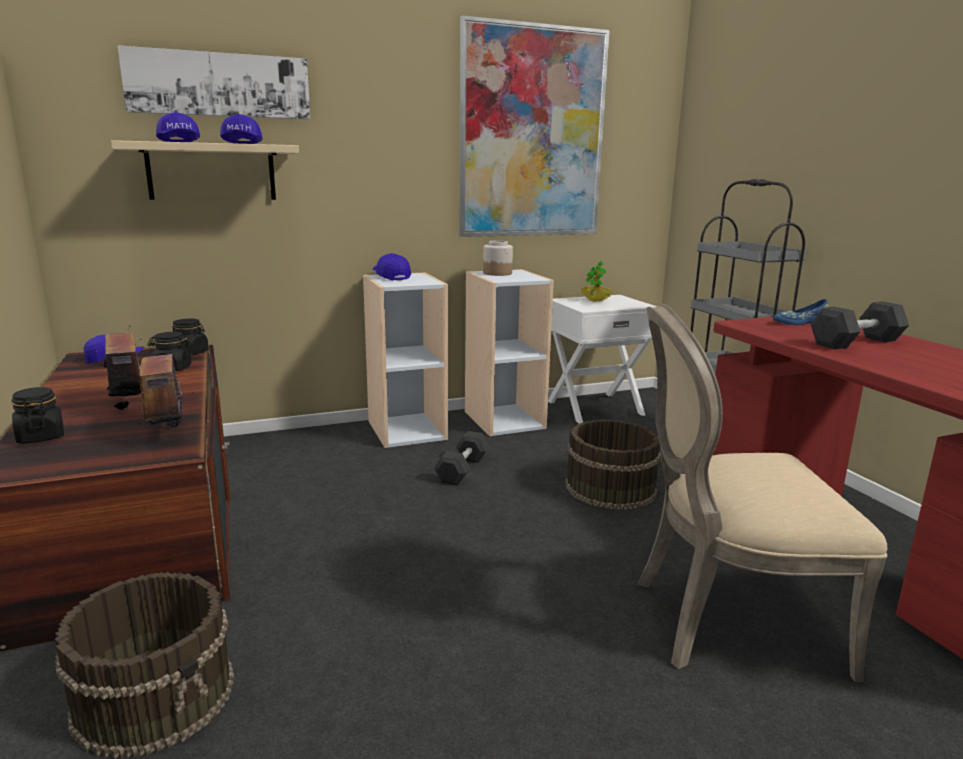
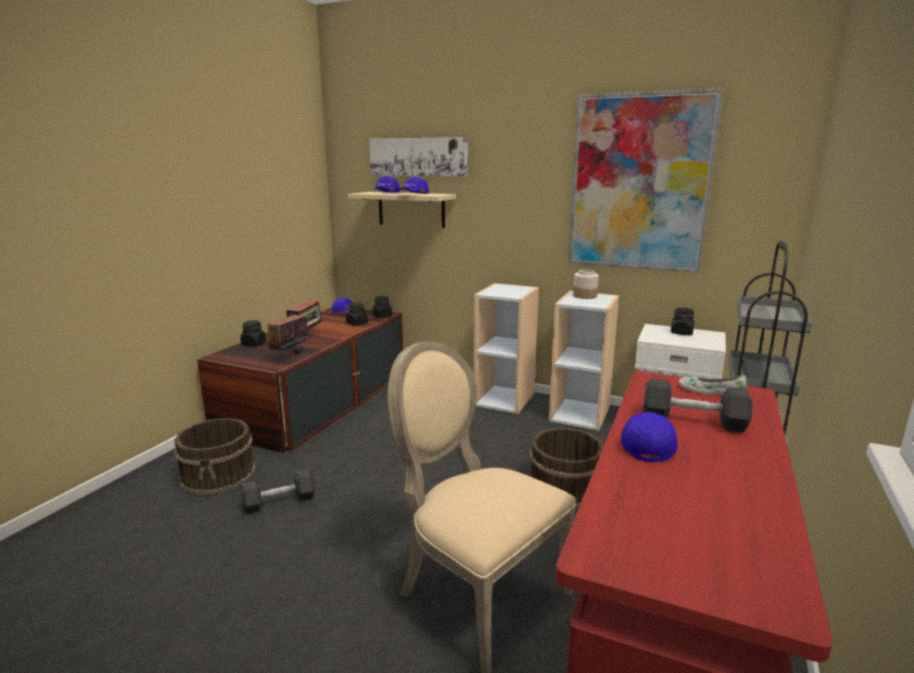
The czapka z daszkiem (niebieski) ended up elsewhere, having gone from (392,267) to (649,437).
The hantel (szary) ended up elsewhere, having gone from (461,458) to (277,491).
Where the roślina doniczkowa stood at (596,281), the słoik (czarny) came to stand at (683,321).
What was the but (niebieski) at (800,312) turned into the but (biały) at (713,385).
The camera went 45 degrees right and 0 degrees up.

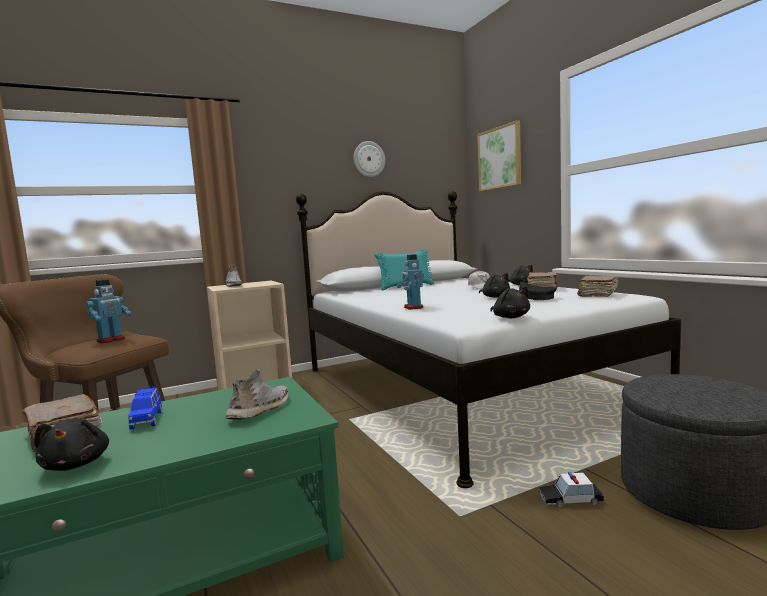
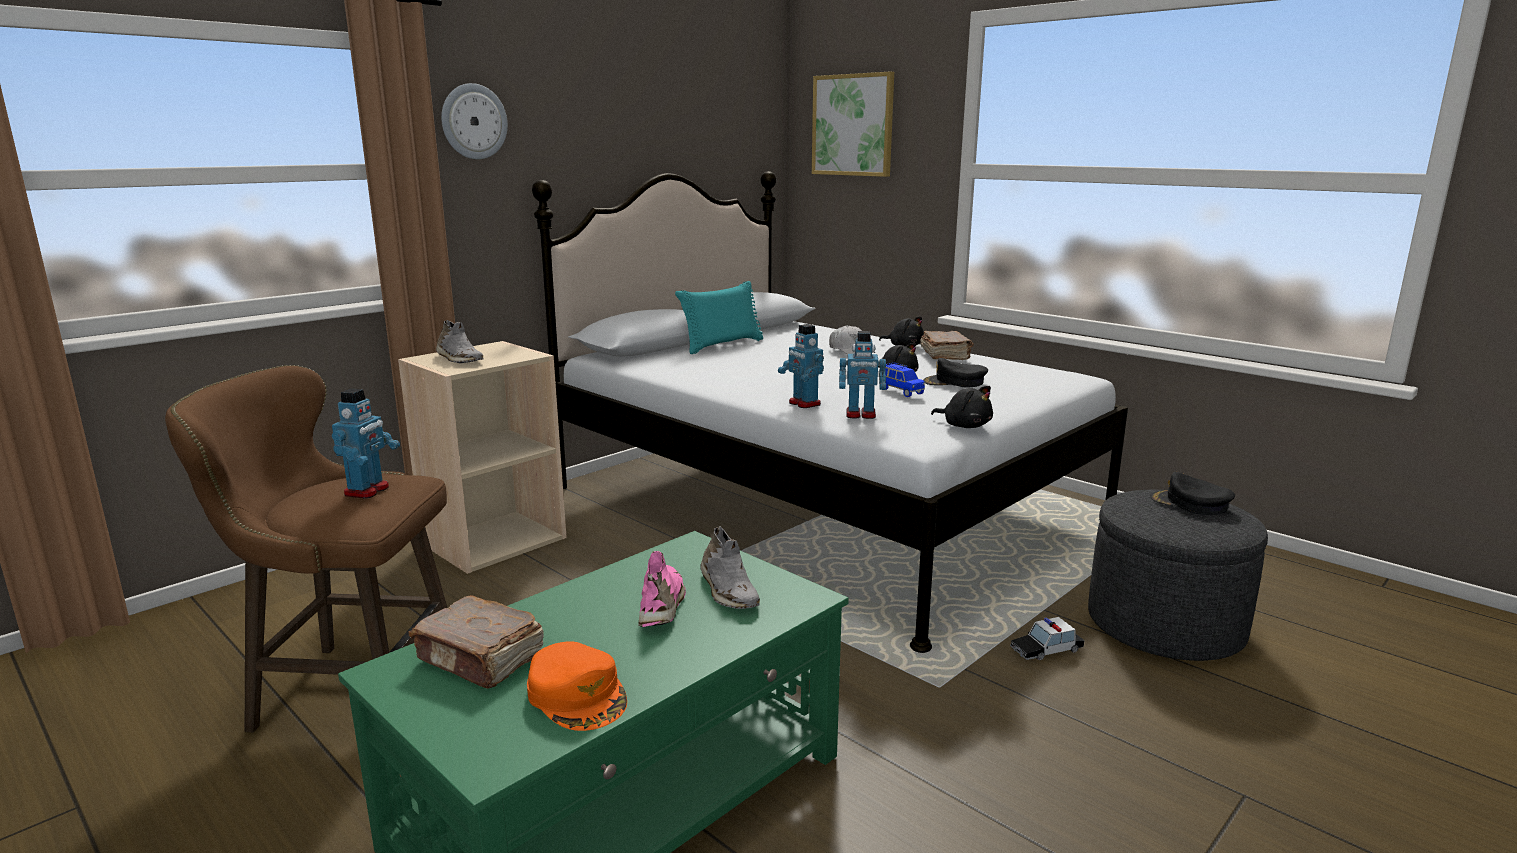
Where the pluszak (czarny) stood at (71,444), the czapka z daszkiem (pomarańczowy) came to stand at (577,686).
The samochodzik (niebieski) ended up elsewhere, having gone from (145,408) to (905,380).
The but (szary) at (257,395) ended up facing another way, 150 degrees clockwise from before.
The zegar ścienny ended up elsewhere, having gone from (369,159) to (474,121).
The second view lost the książka (brązowy) at (598,286).
The second view gained the but (różowy) at (662,589).
The second view gained the robot zabawkowy at (862,375).
The second view gained the czapka z daszkiem (czarny) at (1192,493).
The camera went 20 degrees left and 10 degrees up.

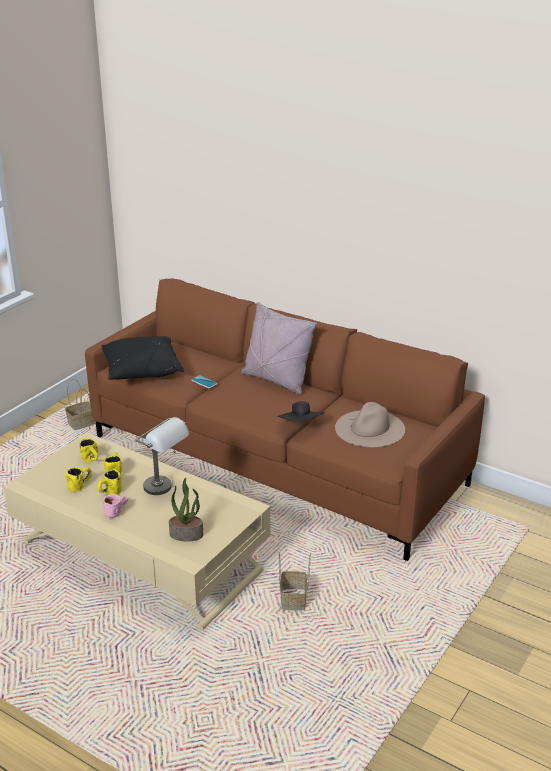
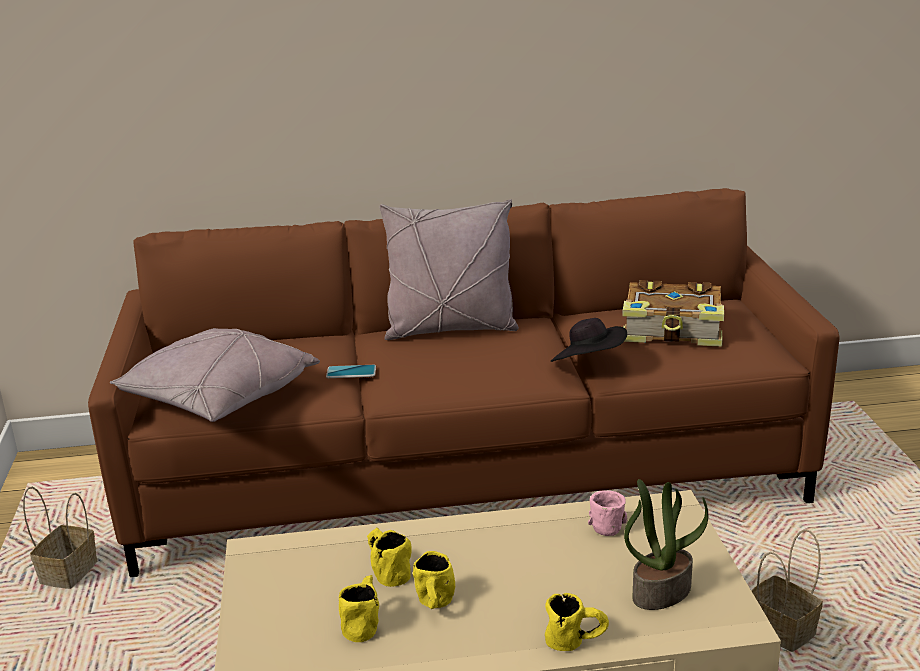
The kubek (żółty) ended up elsewhere, having gone from (88,450) to (577,622).
What was the poduszka (czarny) at (142,358) turned into the poduszka (fioletowy) at (215,375).
The kubek (różowy) ended up elsewhere, having gone from (115,506) to (607,513).
The second view lost the lampa stołowa (szary) at (162,456).
Where the kapelusz (beżowy) stood at (370,424), the książka came to stand at (673,313).
The camera went 40 degrees left and 5 degrees down.

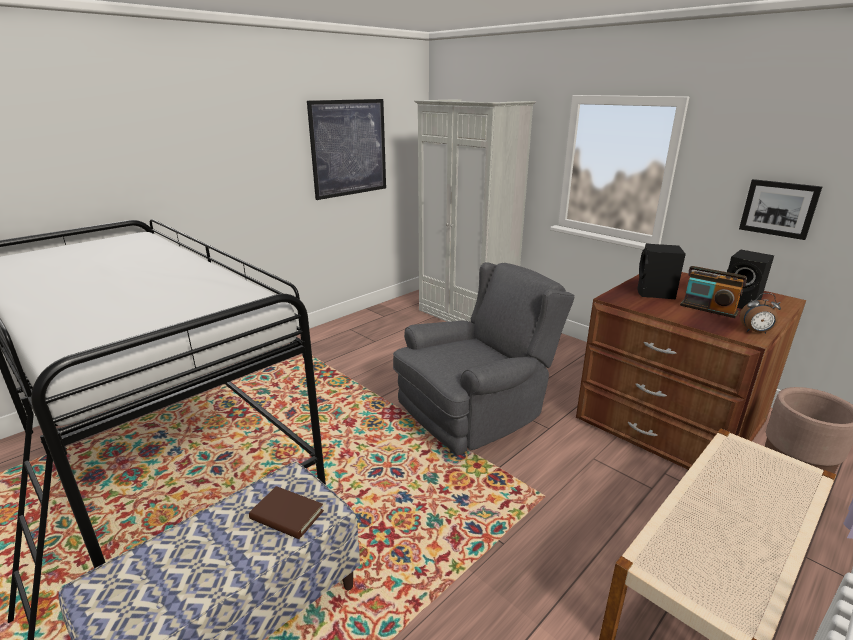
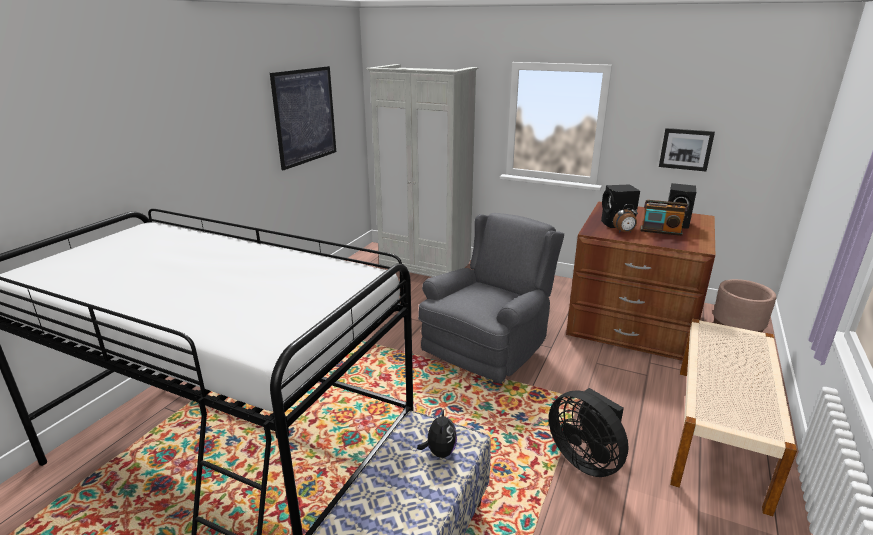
Where the książka (brązowy) stood at (286,512), the pluszak came to stand at (437,433).
The budzik ended up elsewhere, having gone from (760,313) to (625,218).
The second view gained the wentylator (czarny) at (589,432).
The camera went 20 degrees left and 0 degrees up.

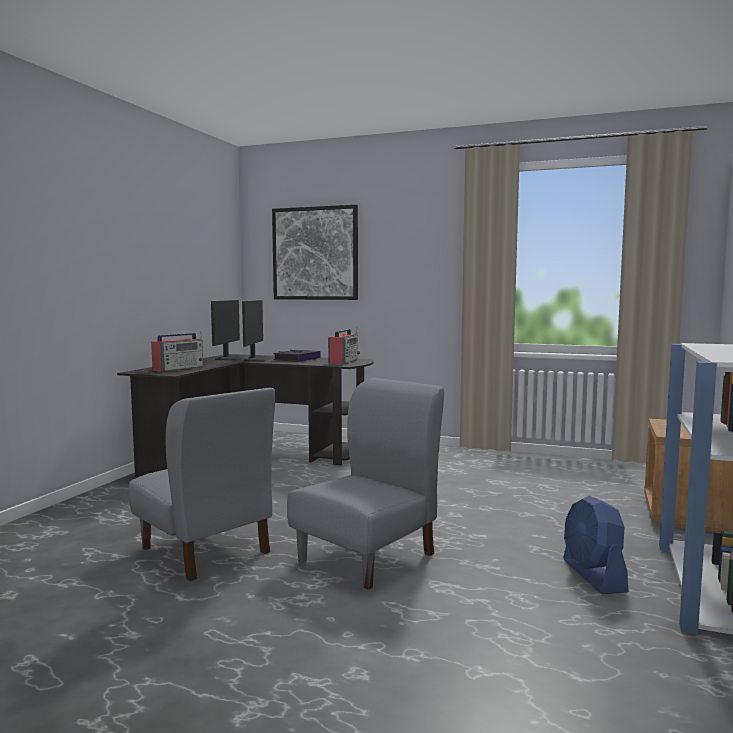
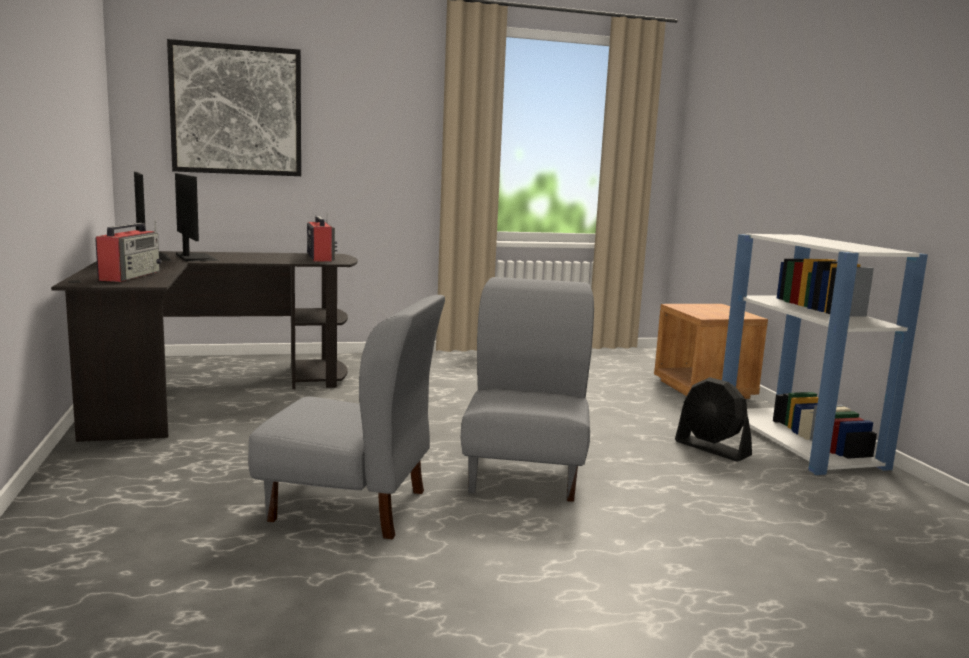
The second view lost the książka at (297,356).
What was the wentylator (niebieski) at (595,545) turned into the wentylator (czarny) at (713,419).
The camera went 35 degrees left and 5 degrees up.

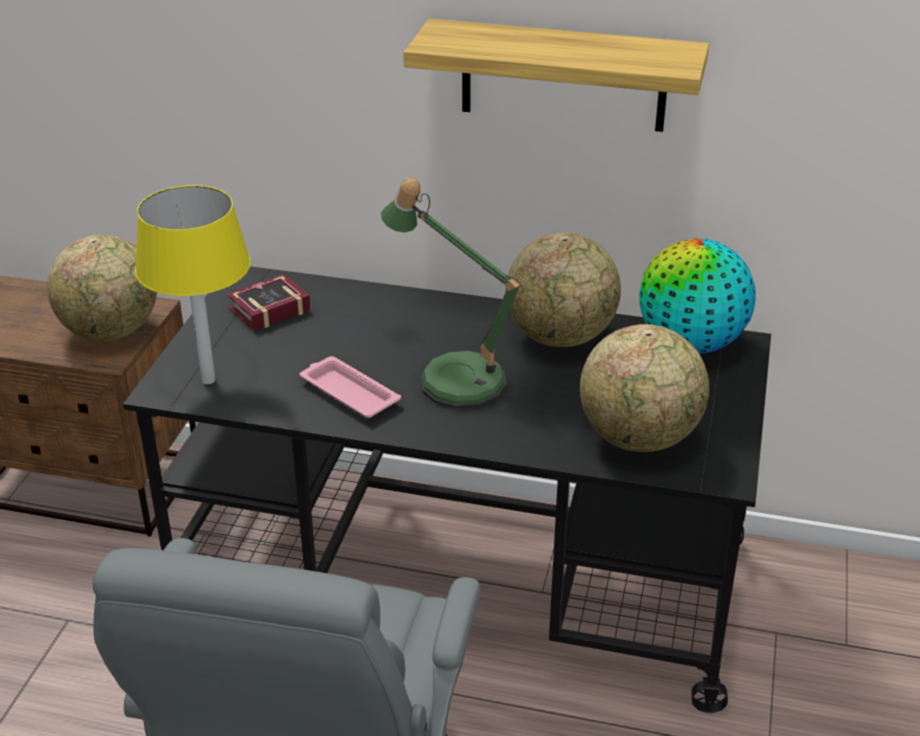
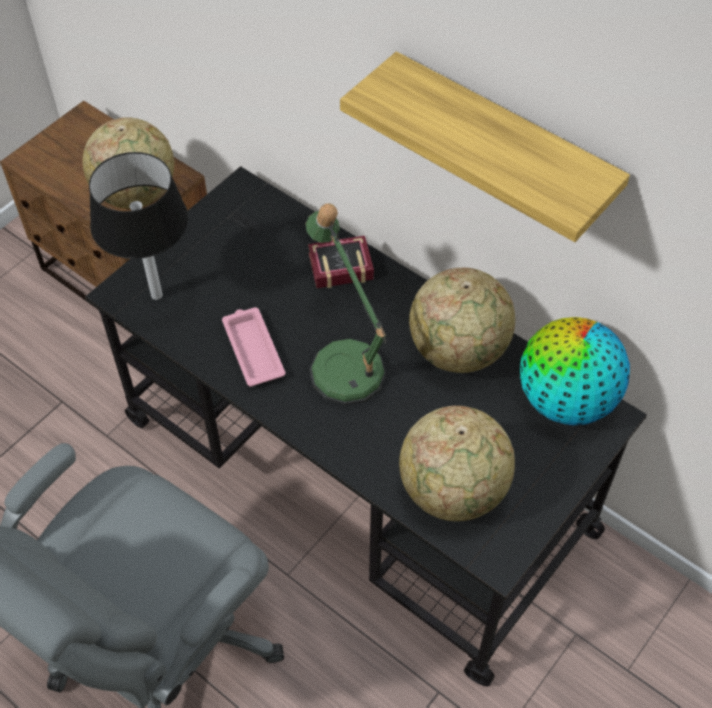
What was the lampa stołowa (żółty) at (193,284) turned into the lampa stołowa (czarny) at (139,226).
The książka ended up elsewhere, having gone from (269,302) to (341,262).
The camera went 25 degrees right and 20 degrees up.

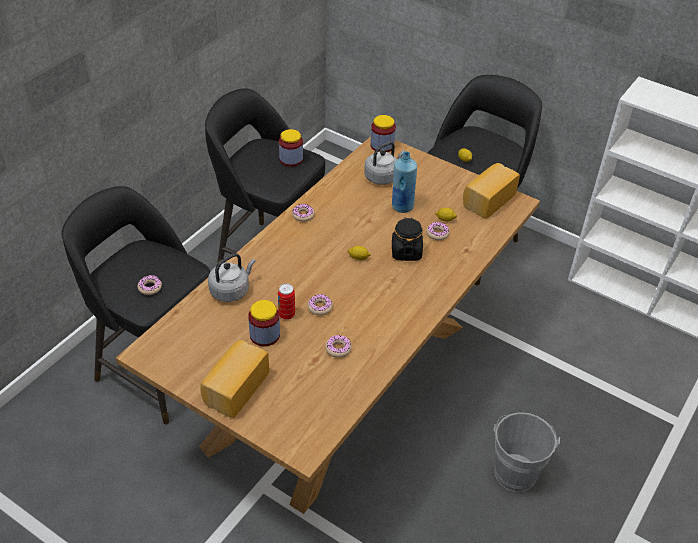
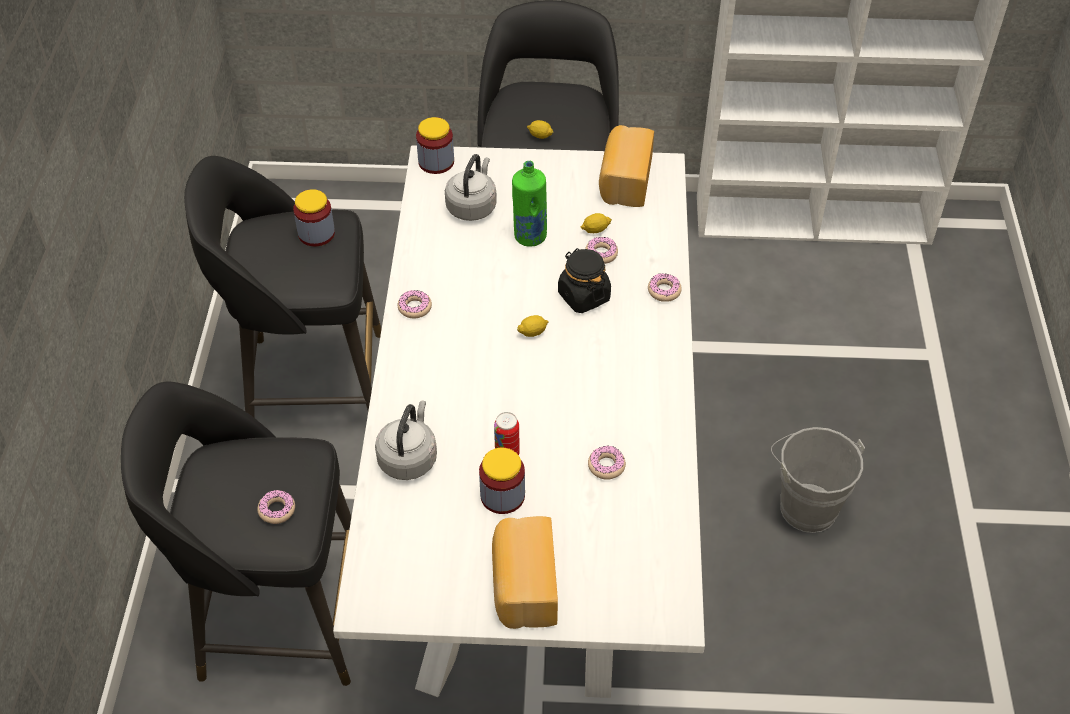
What was the stół jadalny (brązowy) at (328,325) turned into the stół jadalny (biały) at (519,421).
The donut ended up elsewhere, having gone from (320,304) to (665,287).
What was the butelka (niebieski) at (404,182) turned into the butelka (zielony) at (529,204).
The camera went 30 degrees left and 5 degrees up.

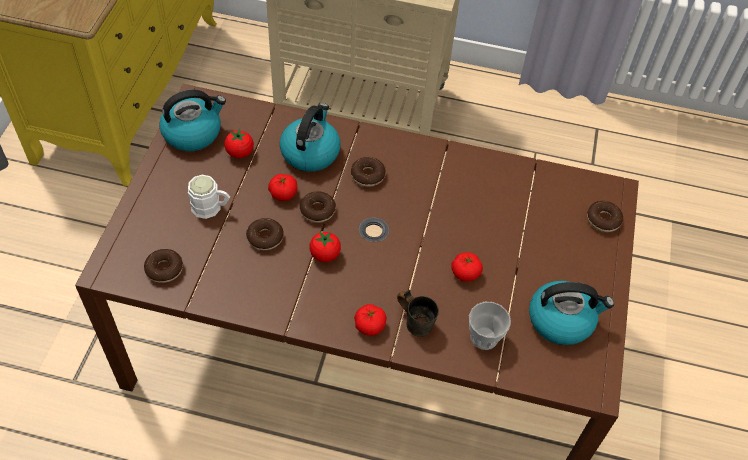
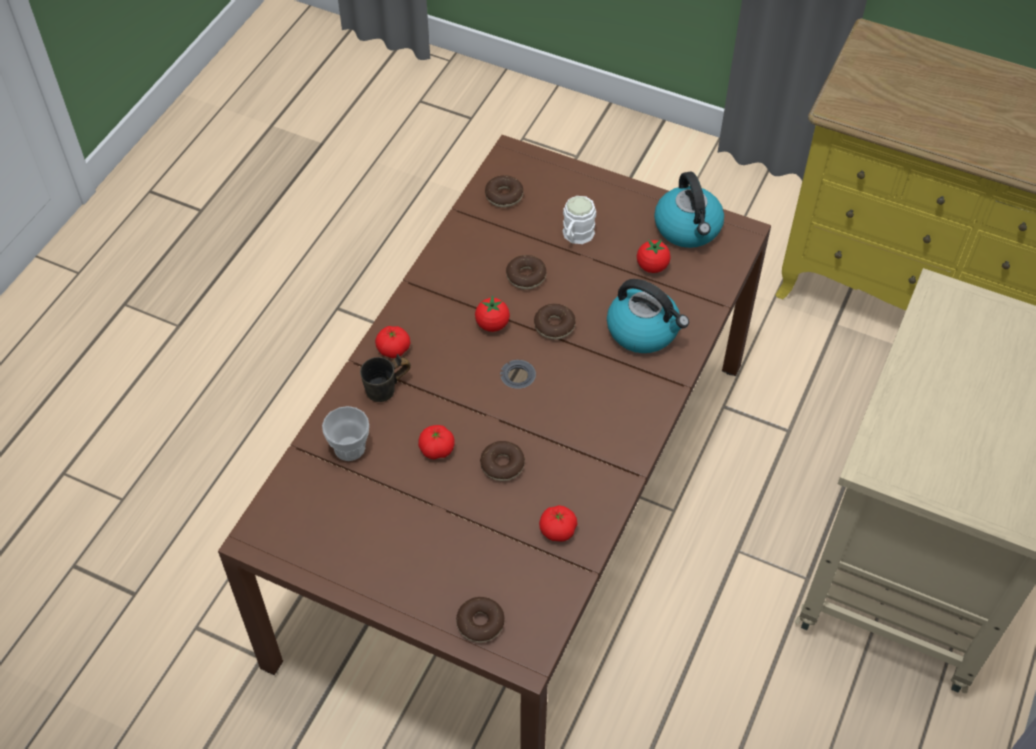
The pomidor ended up elsewhere, having gone from (283,187) to (558,523).
The donut ended up elsewhere, having gone from (368,172) to (502,461).
The second view lost the czajnik at (571,313).
The camera went 105 degrees right and 0 degrees up.

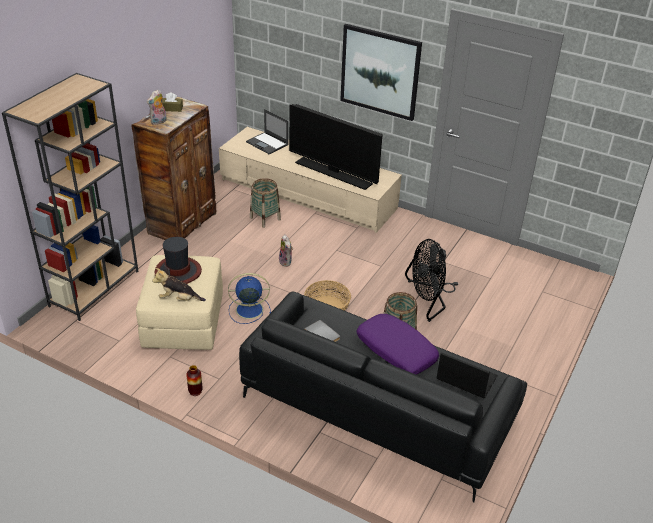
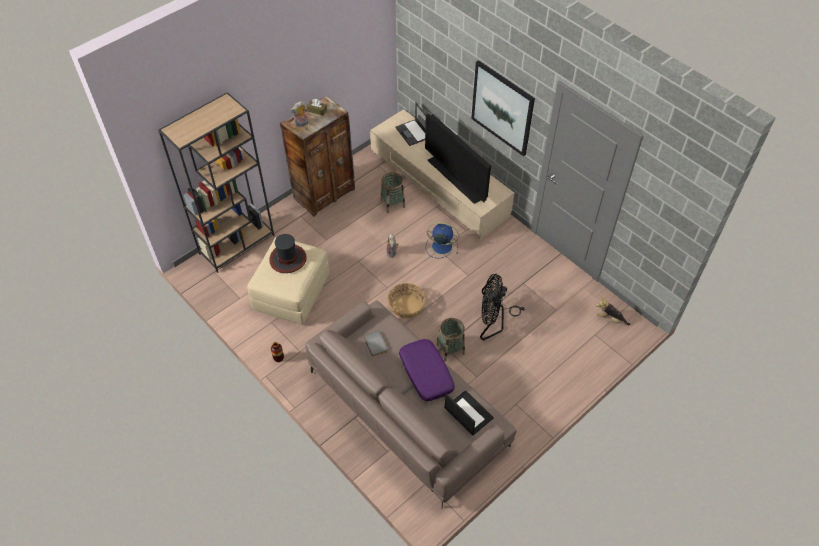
The pluszak ended up elsewhere, having gone from (179,284) to (612,311).
The wentylator (niebieski) ended up elsewhere, having gone from (249,298) to (442,240).
What was the kanapa (czarny) at (383,397) turned into the kanapa (beżowy) at (410,404).
The camera went 20 degrees right and 15 degrees up.

